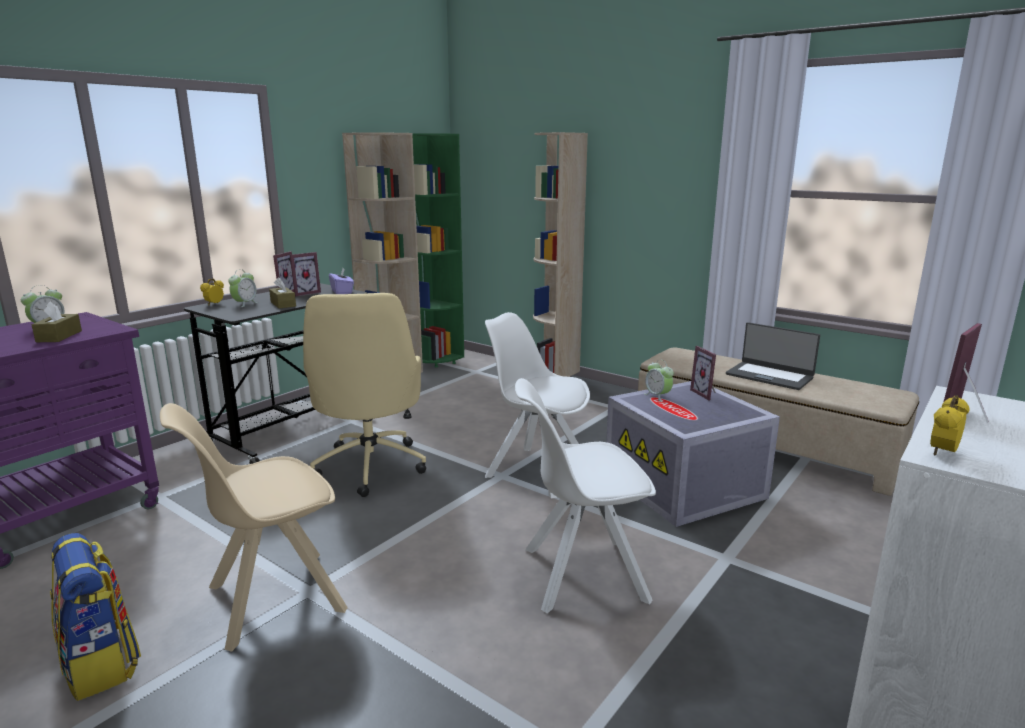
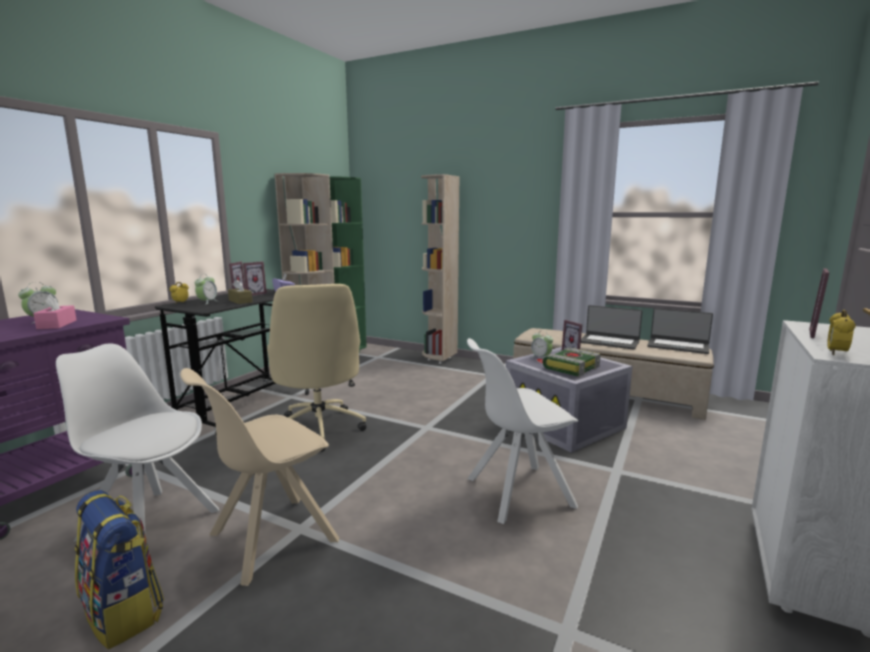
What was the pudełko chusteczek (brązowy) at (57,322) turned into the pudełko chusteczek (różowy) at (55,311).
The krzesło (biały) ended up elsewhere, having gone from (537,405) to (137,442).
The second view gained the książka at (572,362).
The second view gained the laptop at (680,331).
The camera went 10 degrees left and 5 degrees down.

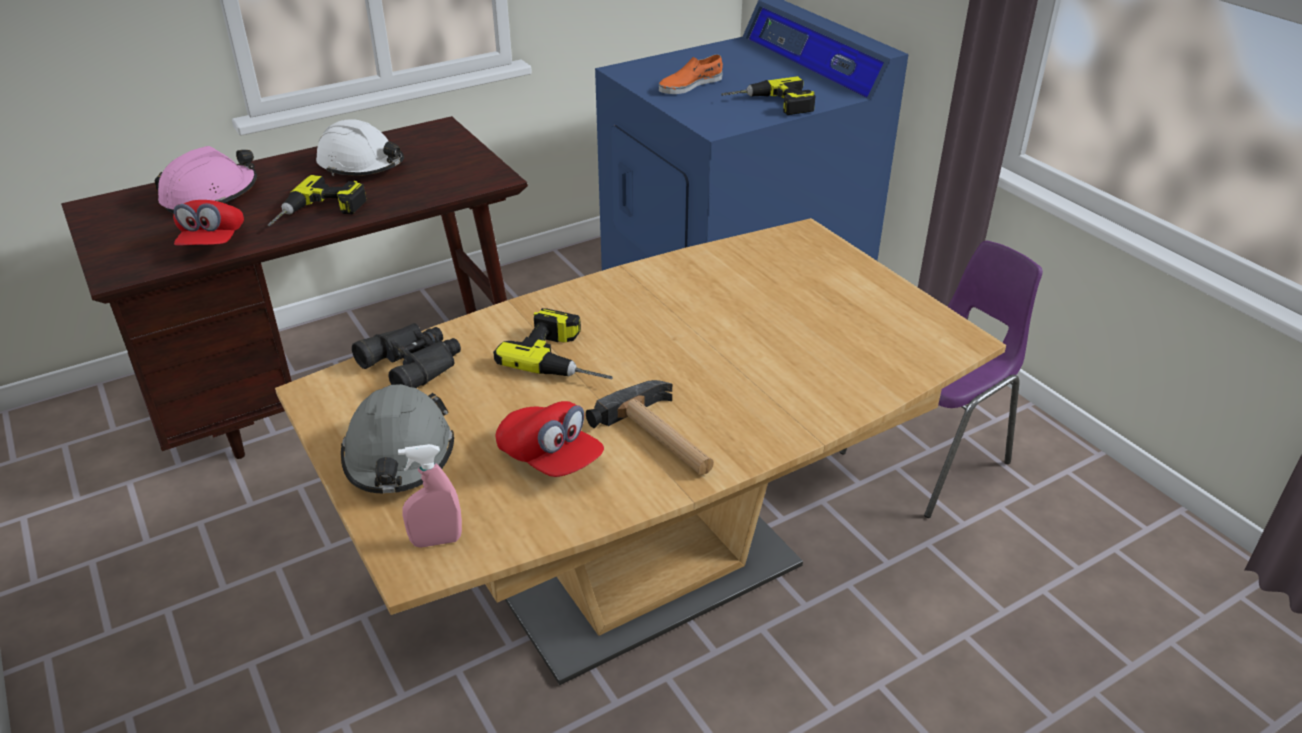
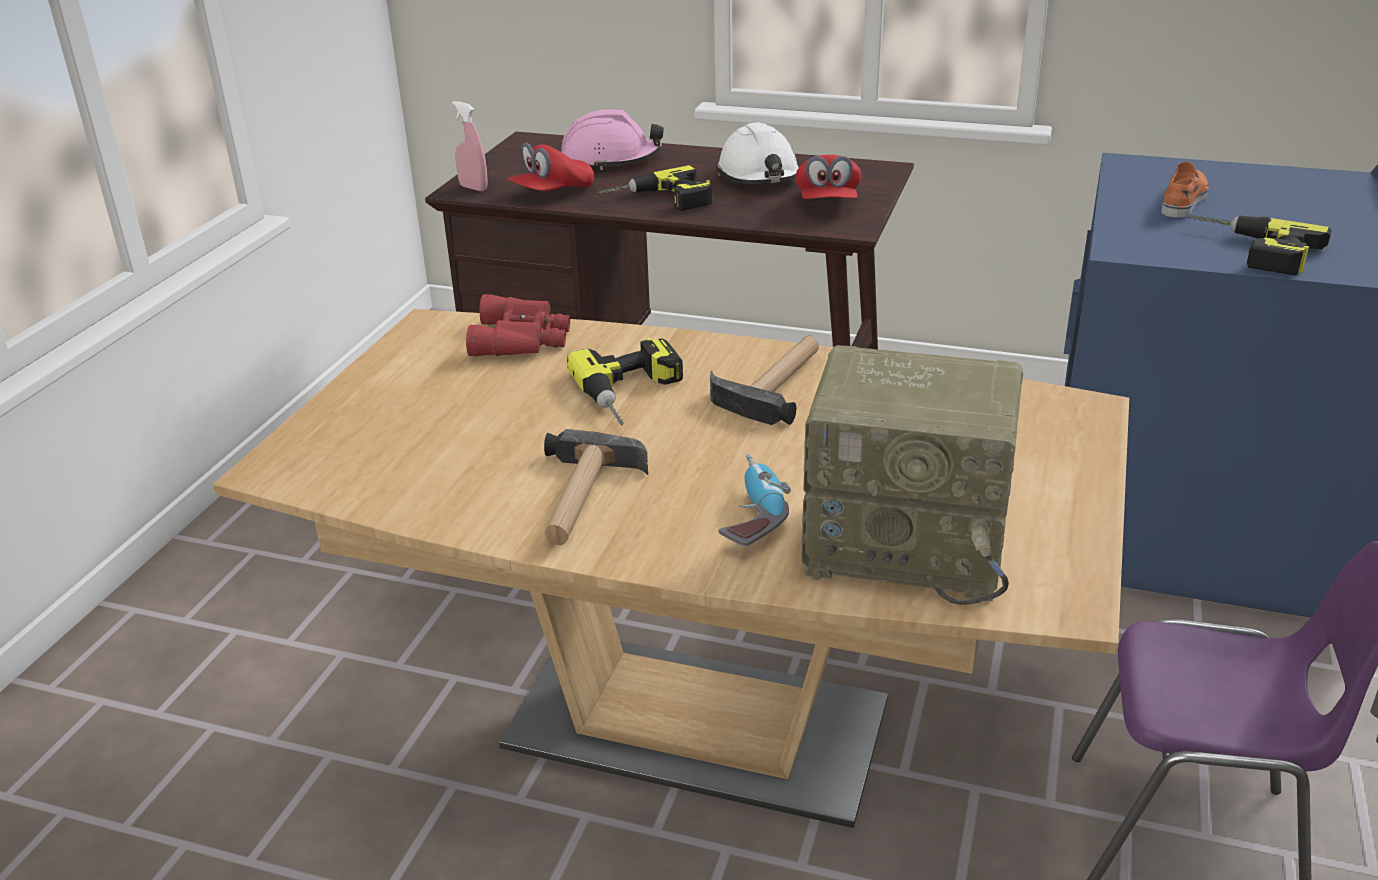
The second view lost the kask (szary) at (397,439).
What was the lornetka (czarny) at (406,355) turned into the lornetka (czerwony) at (518,325).
The spryskiwacz (różowy) ended up elsewhere, having gone from (430,496) to (470,146).
The czapka z daszkiem (czerwony) ended up elsewhere, having gone from (550,439) to (828,177).
The but (pomarańczowy) at (691,74) ended up facing another way, 105 degrees clockwise from before.
The second view gained the młotek at (764,380).
The second view gained the wiertarka at (754,500).
The second view gained the radio at (912,475).
The camera went 50 degrees right and 5 degrees down.

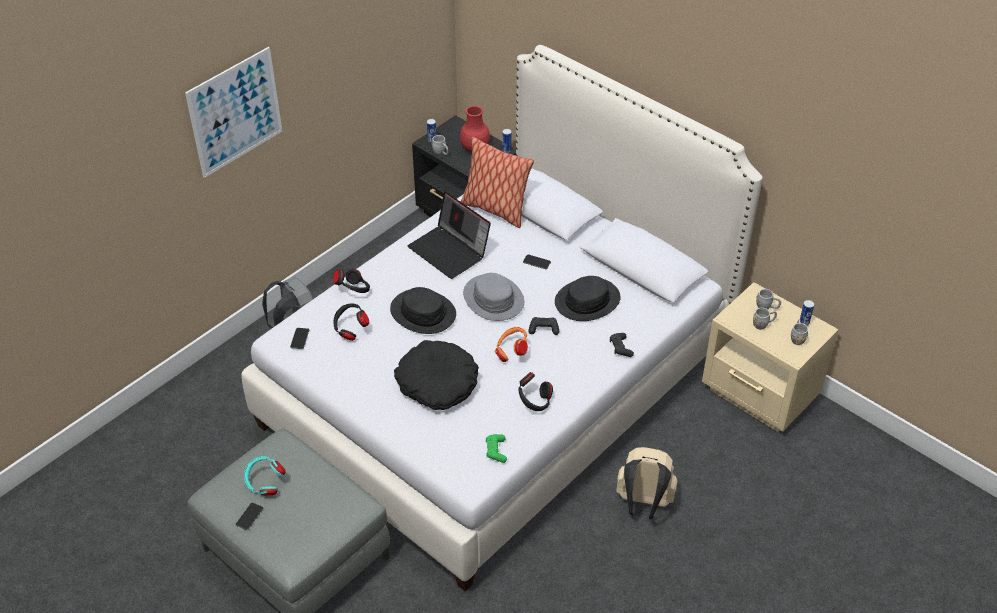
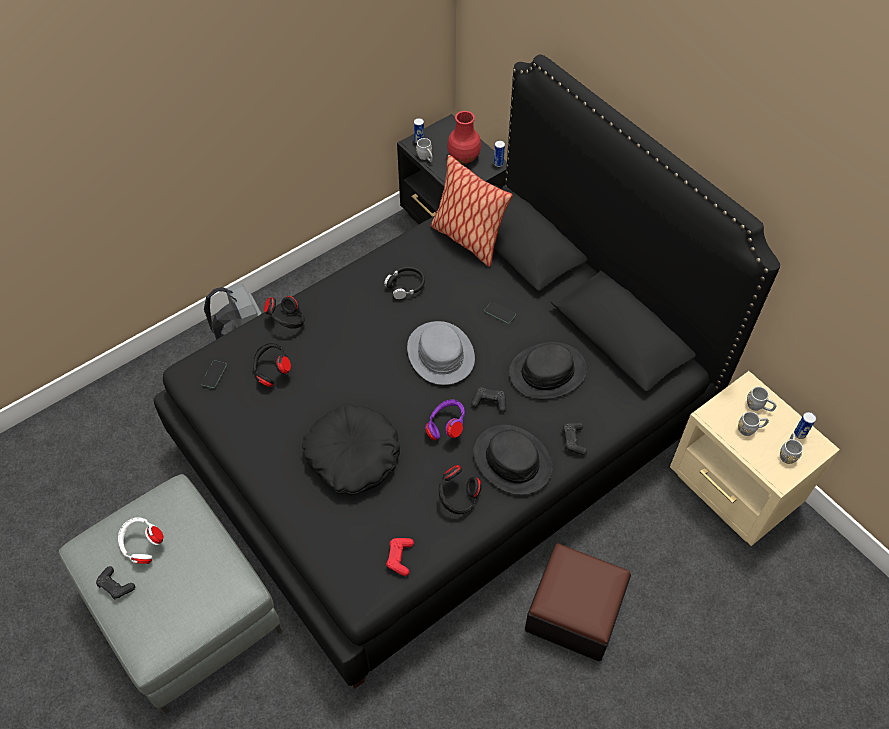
The second view lost the obraz at (233,112).
Where the telefon stood at (249,516), the pad do gier (czarny) came to stand at (115,583).
What was the łóżko (biały) at (502,318) turned into the łóżko (czarny) at (466,371).
What was the słuchawki (turkusowy) at (265,475) turned into the słuchawki (biały) at (140,540).
The kapelusz (czarny) ended up elsewhere, having gone from (423,310) to (513,460).
Where the laptop stood at (449,235), the słuchawki (czarny) came to stand at (404,283).
What was the pad do gier (zielony) at (496,448) turned into the pad do gier (czerwony) at (400,557).
What was the słuchawki (pomarańczowy) at (511,344) turned into the słuchawki (fioletowy) at (445,419).
Where the plecak (beżowy) stood at (646,483), the pufa came to stand at (578,602).
The camera went 10 degrees right and 10 degrees up.

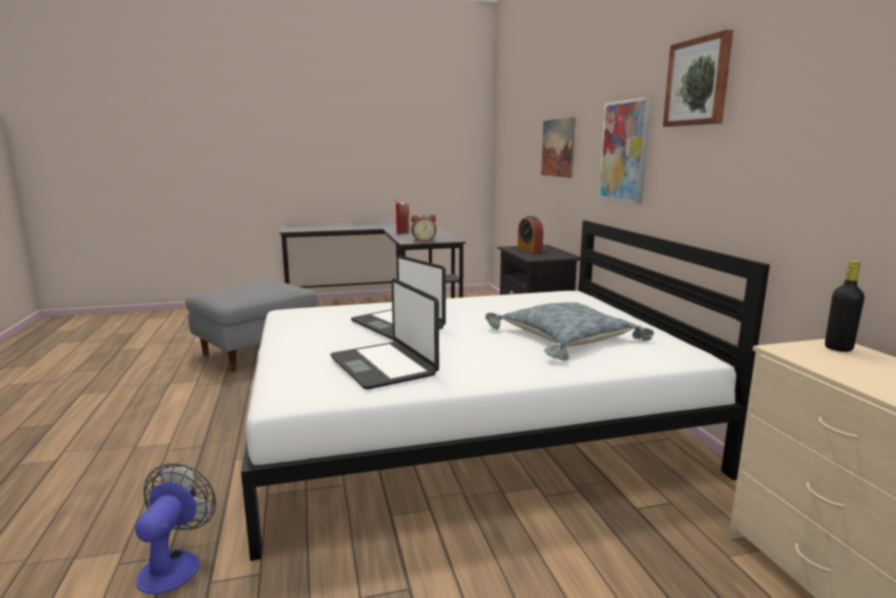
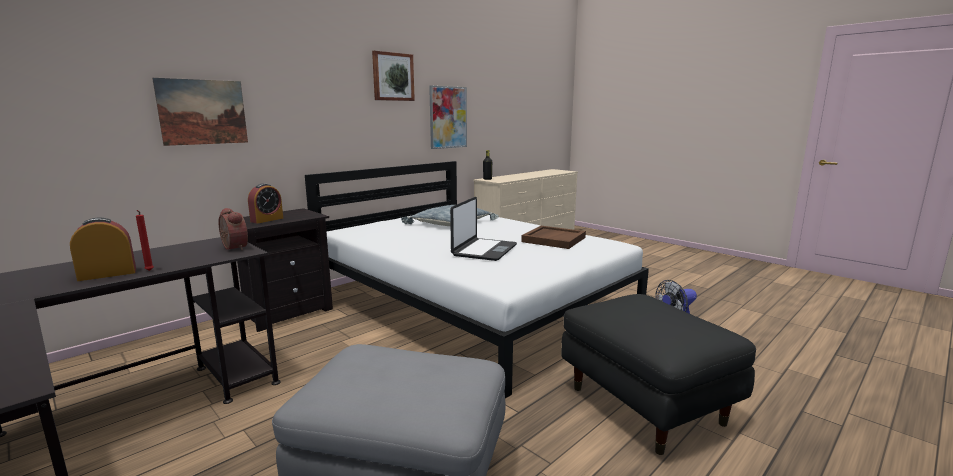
Where the laptop stood at (384,334), the taca (brązowy) came to stand at (553,237).
The obraz ended up elsewhere, having gone from (625,150) to (448,117).
The second view gained the pufa (czarny) at (658,374).
The camera went 120 degrees left and 0 degrees up.

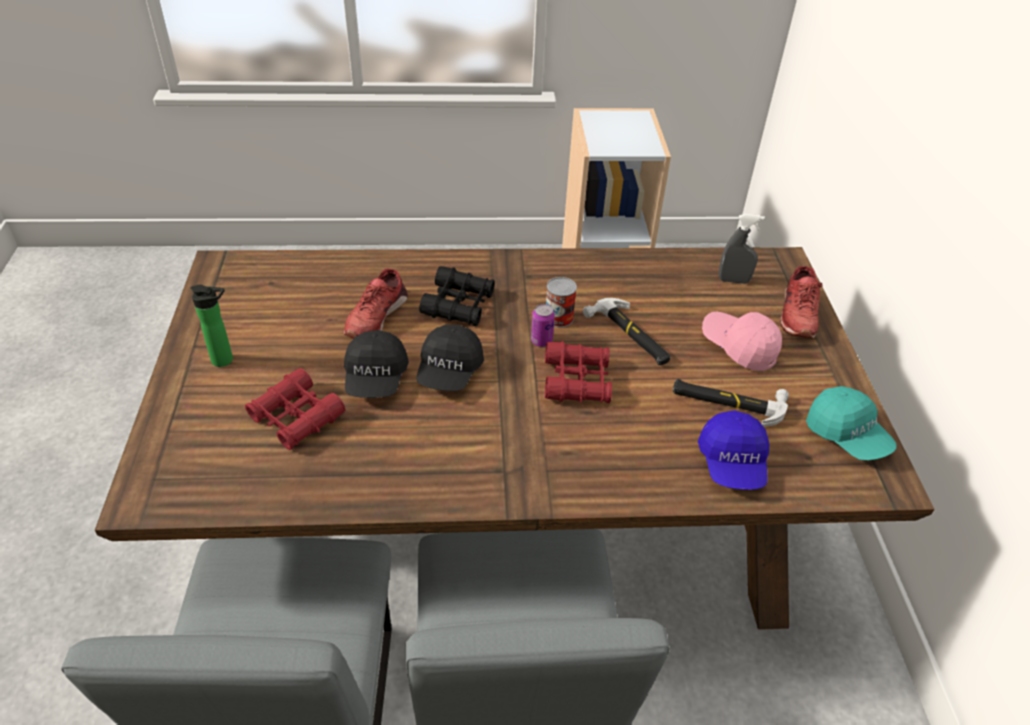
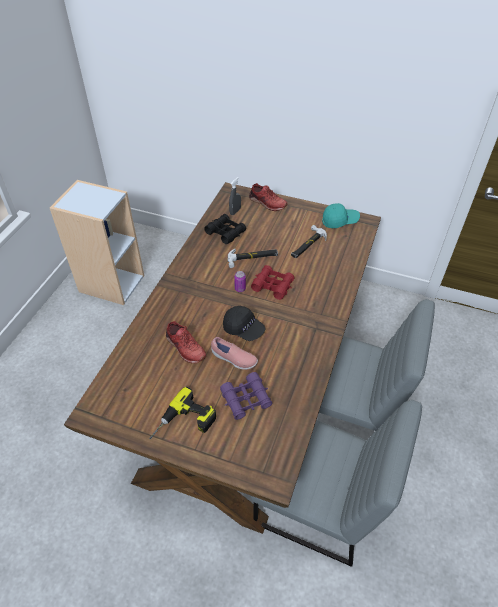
Where the butelka stood at (212,326), the wiertarka came to stand at (182,413).
What was the lornetka (czerwony) at (295,409) turned into the lornetka (fioletowy) at (246,396).
Where the czapka z daszkiem (czarny) stood at (376,364), the but (różowy) came to stand at (234,353).
The lornetka (czarny) ended up elsewhere, having gone from (457,296) to (225,229).
The second view lost the puszka at (561,302).
The second view lost the czapka z daszkiem (niebieski) at (733,450).
The second view lost the czapka z daszkiem (różowy) at (742,341).
The camera went 65 degrees left and 5 degrees up.

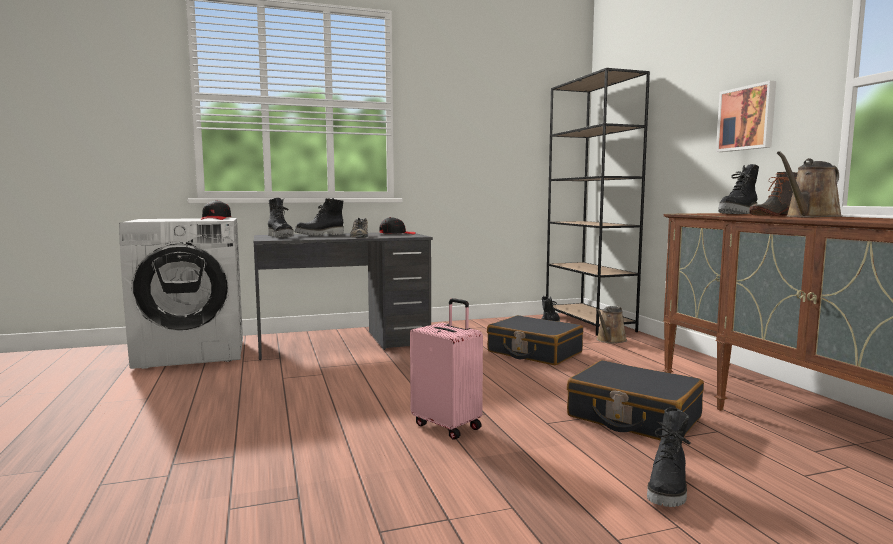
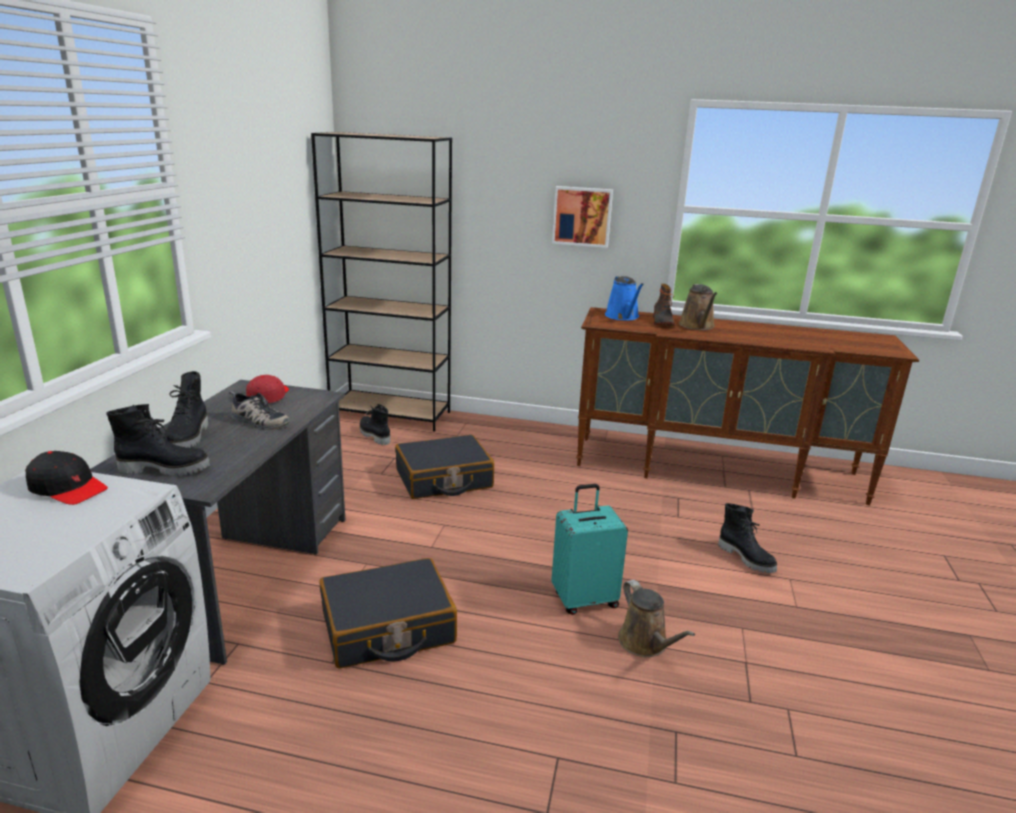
What was the czapka z daszkiem (czarny) at (397,225) turned into the czapka z daszkiem (czerwony) at (267,389).
What was the walizka (różowy) at (446,369) turned into the walizka (turkusowy) at (589,549).
The walizka (czarny) ended up elsewhere, having gone from (635,400) to (388,613).
The konewka (brązowy) ended up elsewhere, having gone from (611,325) to (656,618).
Where the but z cholewką (czarny) stood at (738,189), the konewka (niebieski) came to stand at (624,298).
The camera went 60 degrees left and 15 degrees up.

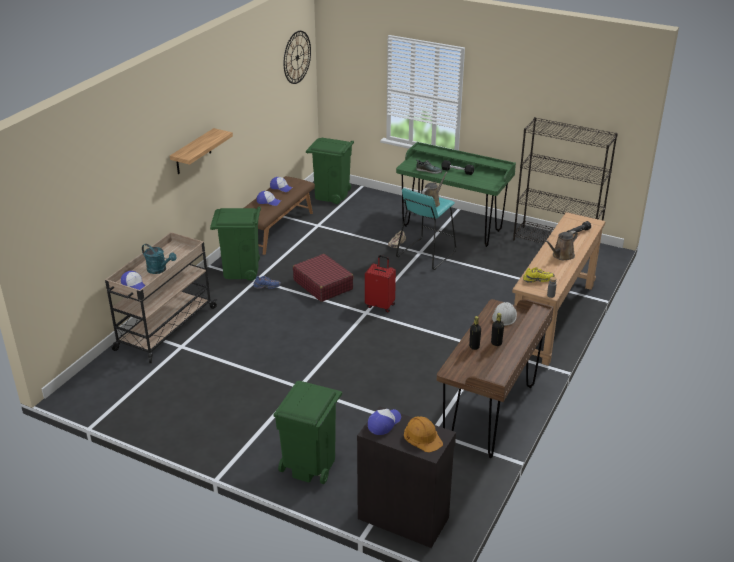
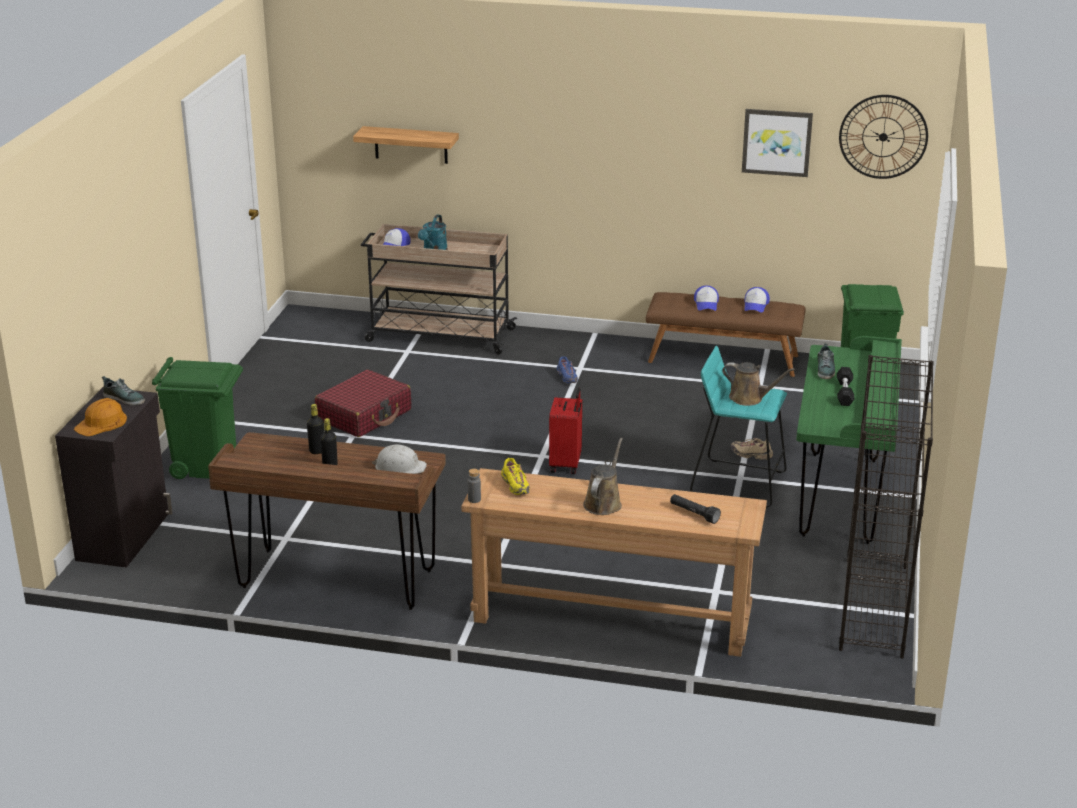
The półka ended up elsewhere, having gone from (201,151) to (406,145).
The second view lost the kosz na śmieci (zielony) at (235,244).
The walizka (czerwony) ended up elsewhere, having gone from (323,278) to (363,403).
Where the czapka z daszkiem stood at (384,422), the but came to stand at (123,390).
The konewka (brązowy) at (561,245) ended up facing another way, 75 degrees clockwise from before.
The second view gained the obraz at (777,143).
The camera went 75 degrees right and 5 degrees down.

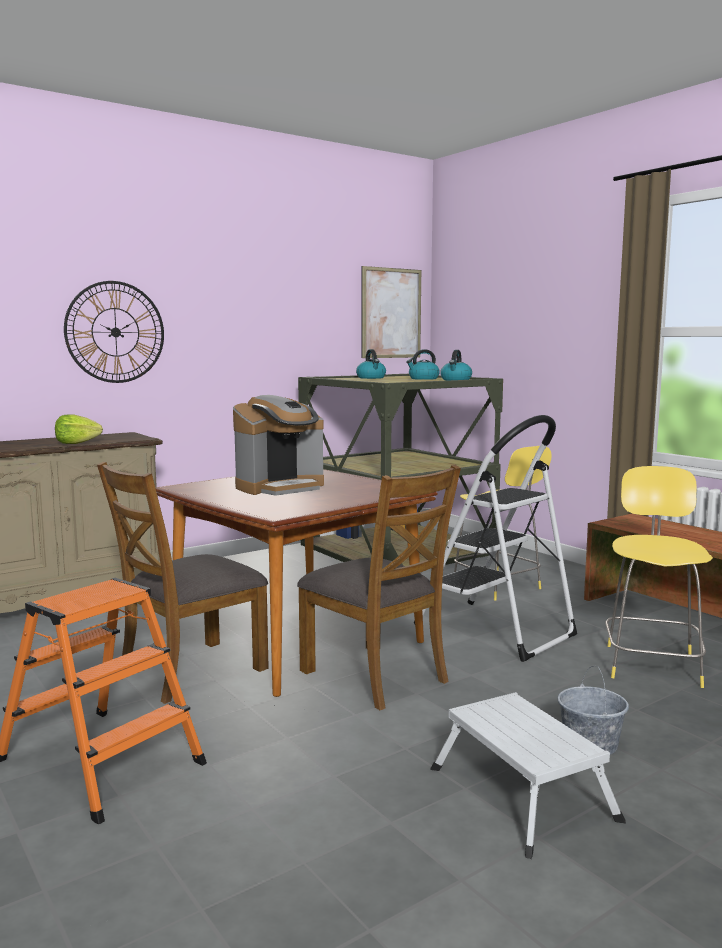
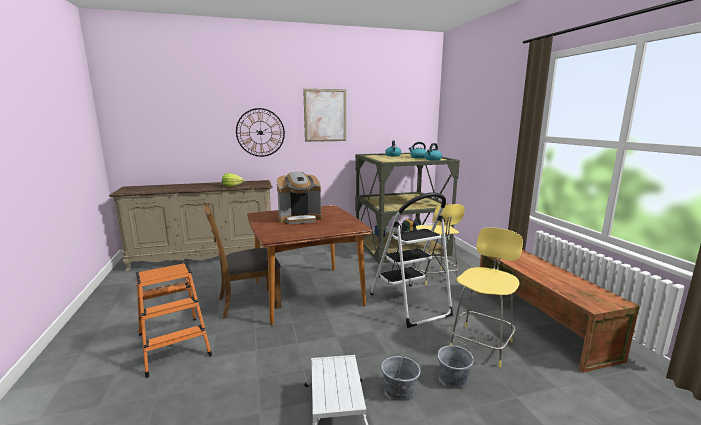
The second view lost the krzesło (brązowy) at (379,587).
The obraz ended up elsewhere, having gone from (391,312) to (324,115).
The second view gained the wiadro (szary) at (455,364).
The camera went 20 degrees right and 5 degrees up.

